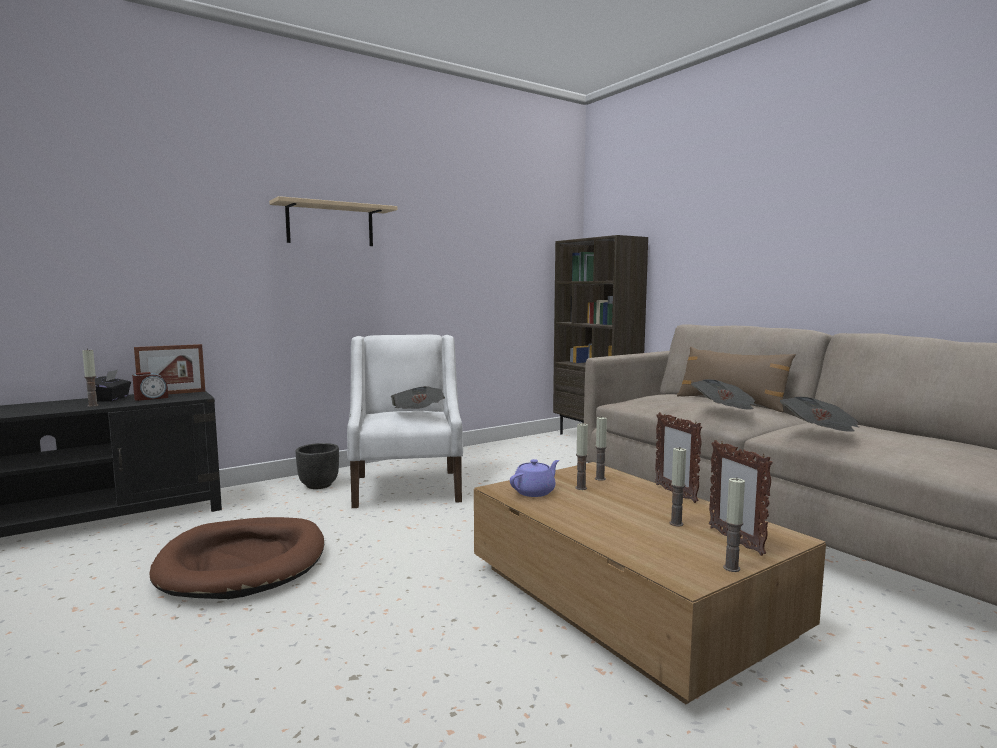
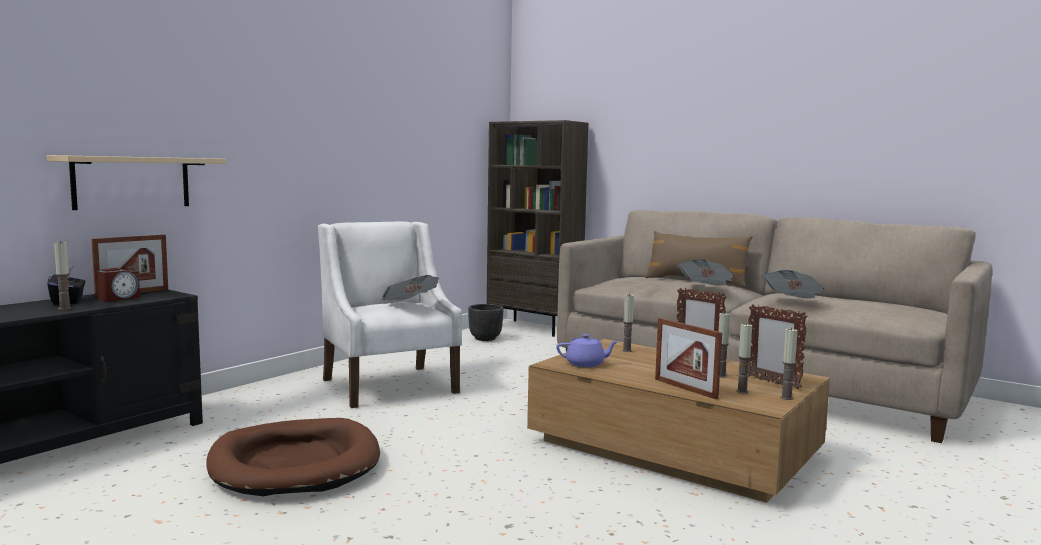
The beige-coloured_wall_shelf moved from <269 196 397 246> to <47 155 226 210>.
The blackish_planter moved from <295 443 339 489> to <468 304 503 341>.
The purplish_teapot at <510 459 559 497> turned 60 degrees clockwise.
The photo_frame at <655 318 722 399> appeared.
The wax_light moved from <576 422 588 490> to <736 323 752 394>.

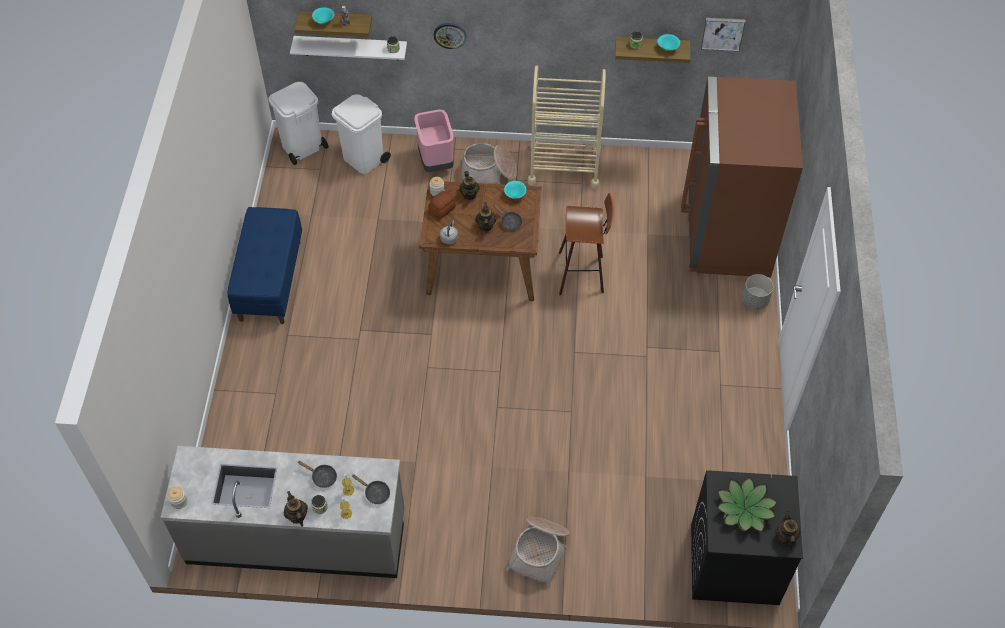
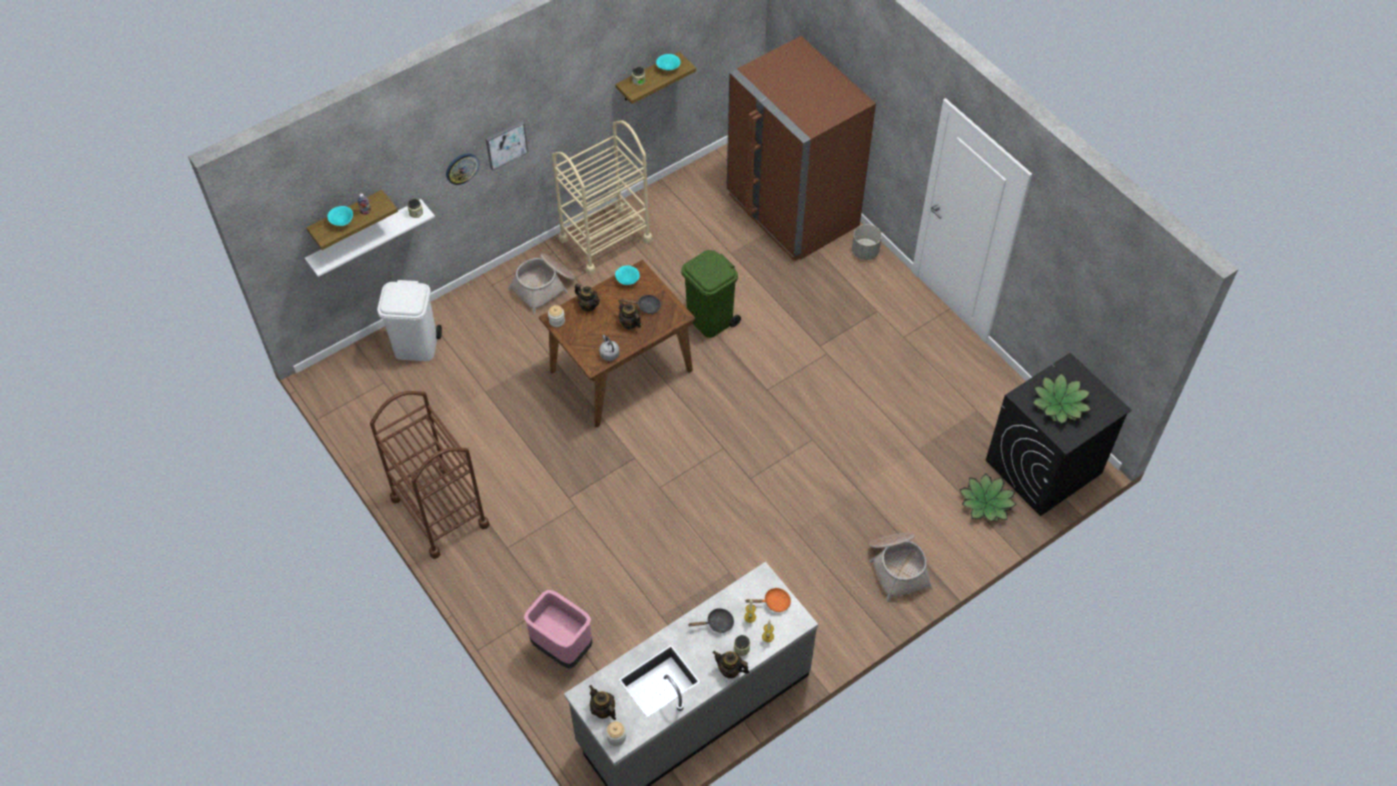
The blue_indoor_bench at <227 207 302 324> was replaced by the brown-coloured_trolley at <370 391 490 559>.
The picture moved from <701 18 746 51> to <486 121 528 171>.
The pink_trash_can moved from <414 109 454 172> to <524 590 592 669>.
The teapot moved from <775 511 801 550> to <589 685 616 720>.
The stool at <559 193 614 296> was replaced by the greenish_trash_can at <681 250 741 338>.
The blackish_pan at <352 475 390 504> became the orange_pan at <746 588 791 612>.
The houseplant at <959 474 1017 522> appeared.
The white_trash_can at <268 82 328 165> disappeared.
The baked_bread at <429 191 456 219> disappeared.

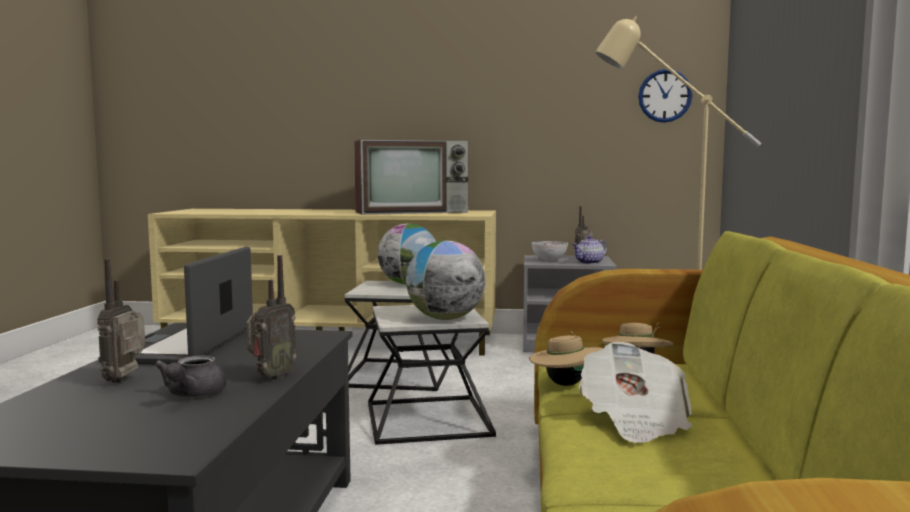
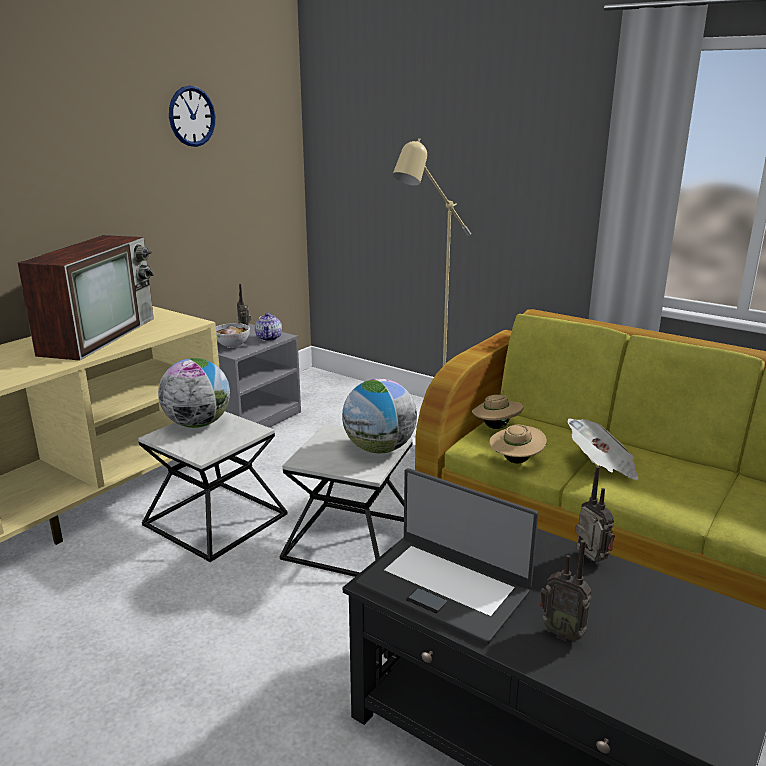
The clock_on_the_wall moved from <638 69 693 123> to <169 86 215 147>.
The grey_teapot at <154 355 226 397> disappeared.

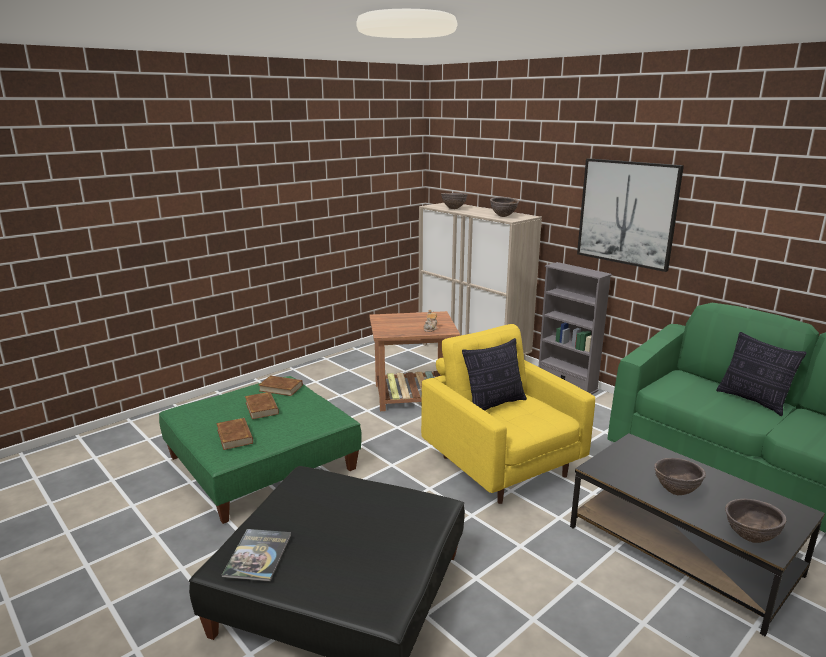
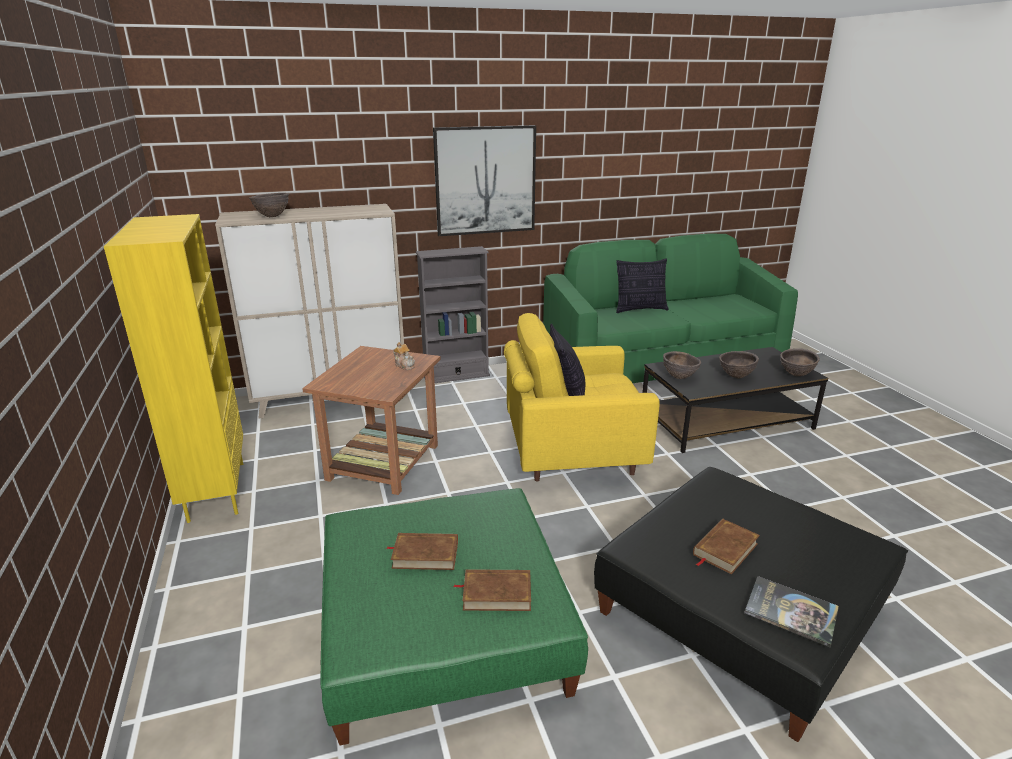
The yellow_bookcase at <104 214 243 523> appeared.
The brown-coloured_deep_dish moved from <490 197 519 217> to <663 351 701 379>.
The brown-coloured_book moved from <259 375 303 396> to <693 519 760 575>.

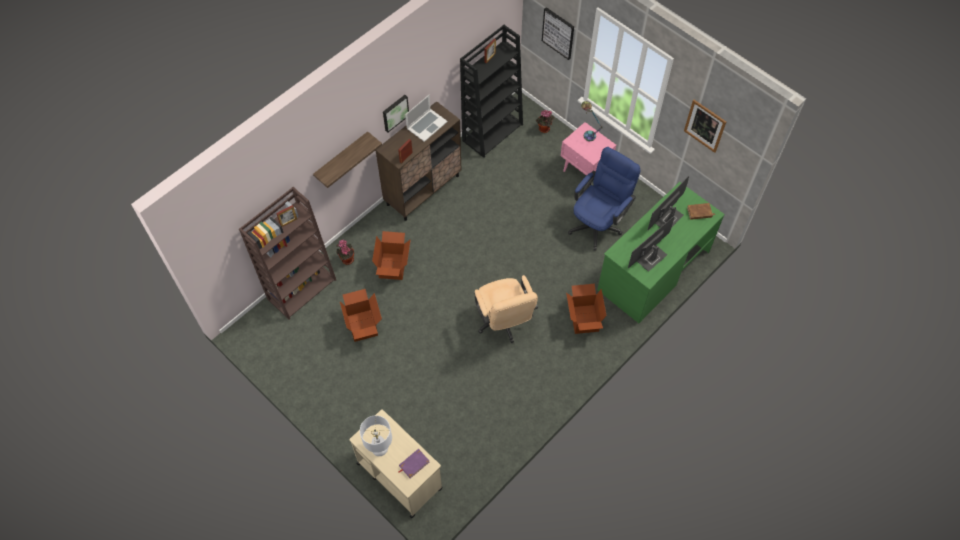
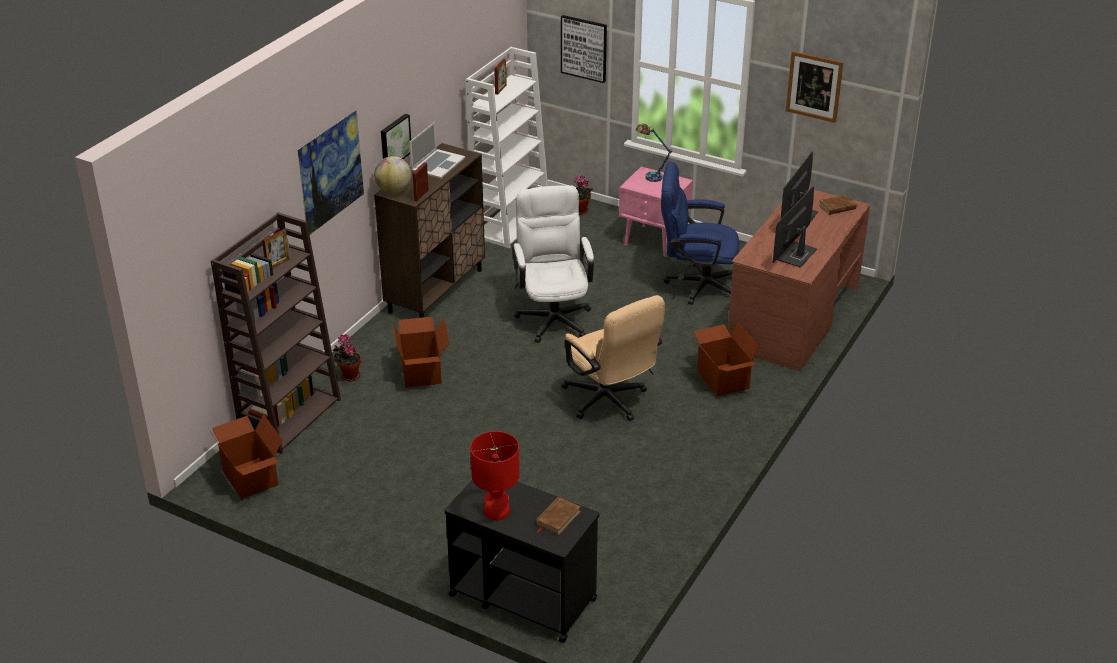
The packing_box moved from <340 289 382 342> to <211 414 283 499>.
The wall_shelf at <313 131 382 188> was replaced by the picture at <297 110 364 235>.
The world_globe at <374 156 412 194> appeared.
The beige-coloured_trolley at <349 409 443 519> became the blackish_trolley at <445 480 600 643>.
The blackish_bookcase at <460 25 523 158> became the white_bookcase at <466 47 548 249>.
The white_tabletop_lamp at <360 416 392 456> became the red_tabletop_lamp at <470 431 520 520>.
The white_desk_chair at <512 185 594 343> appeared.
The purplish_book at <399 449 429 478> became the brown-coloured_book at <535 497 581 535>.
The blue_desk_chair at <568 147 640 250> turned 105 degrees counterclockwise.
The greenish_desk_table at <597 182 725 323> became the brown-coloured_desk_table at <728 189 870 371>.

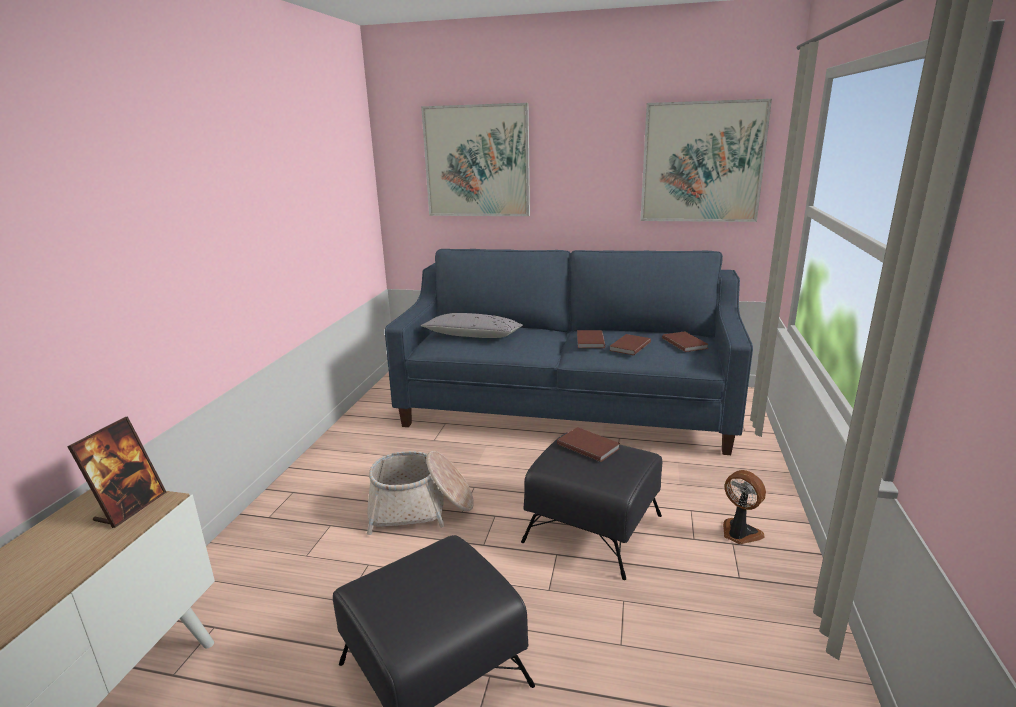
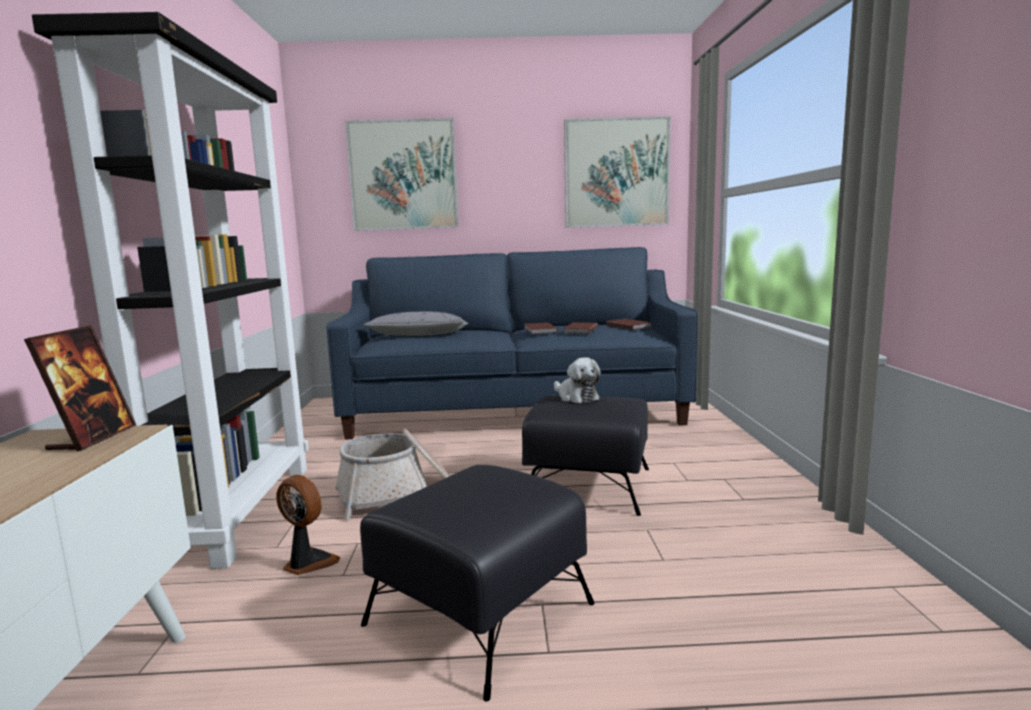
The blackish_bookcase at <32 12 309 569> appeared.
The electric_fan moved from <723 470 766 544> to <276 475 340 575>.
The brown-coloured_book at <557 427 620 462> was replaced by the cuddly_toy at <554 358 601 403>.

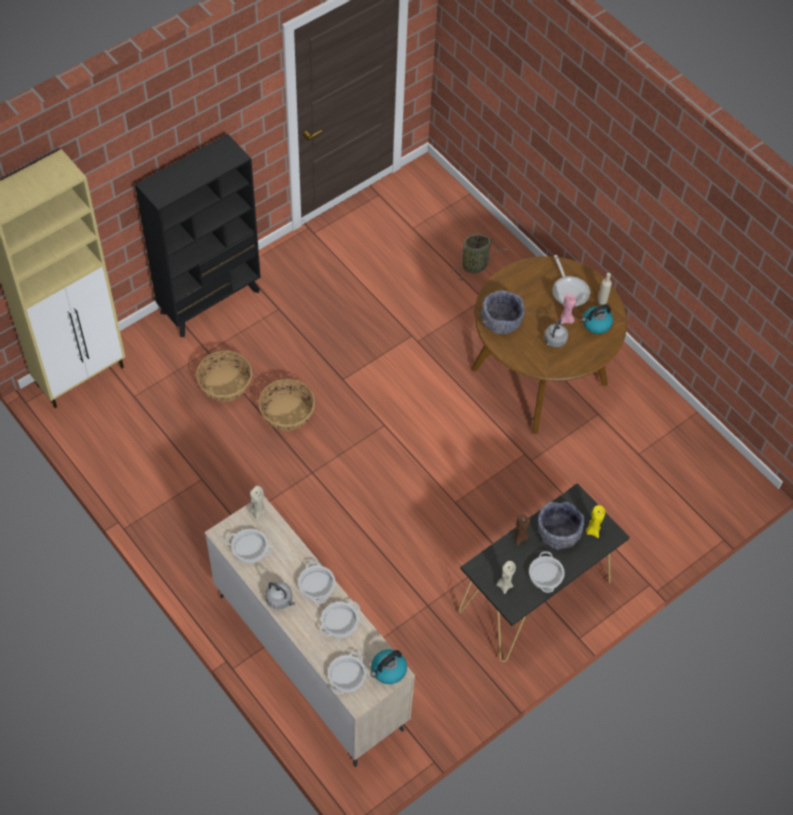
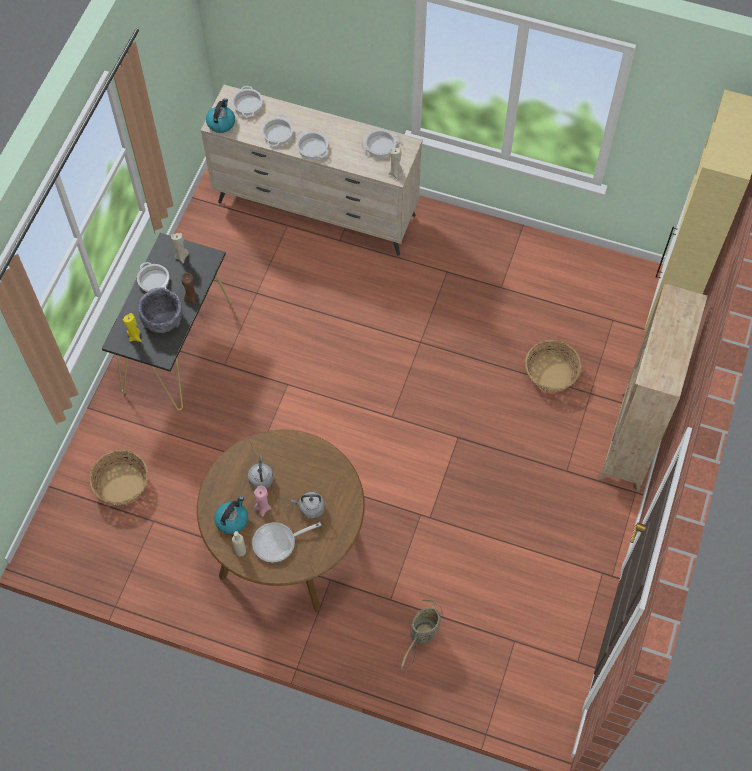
The storage_basket moved from <258 379 315 431> to <89 450 148 505>.
The pan at <553 255 590 307> turned 60 degrees counterclockwise.
The grey_kettle moved from <265 581 295 610> to <291 492 325 519>.
The blackish_bookcase at <135 134 261 337> became the beige-coloured_bookcase at <598 283 708 491>.
The grey_deep_dish at <480 290 525 335> disappeared.

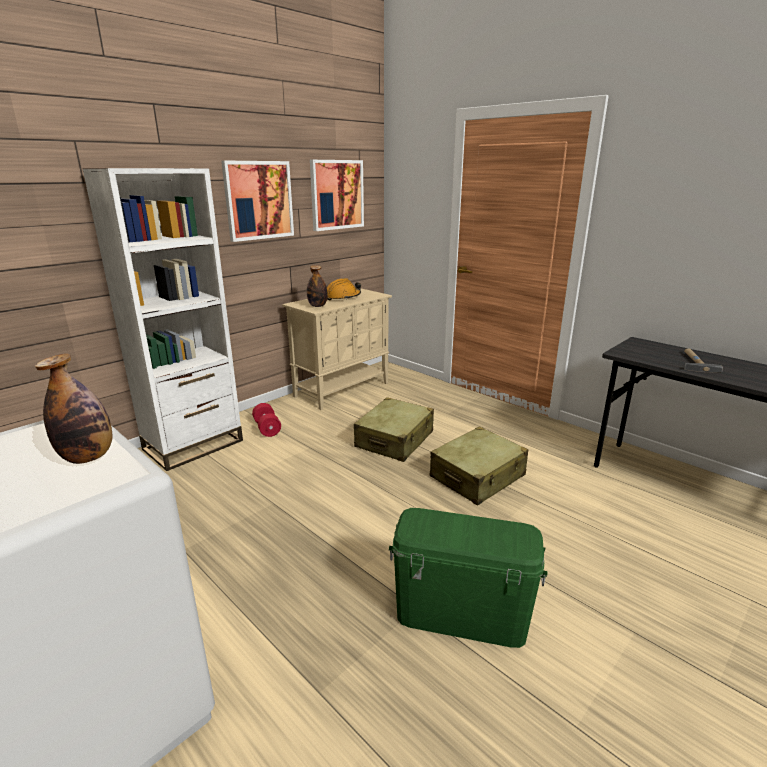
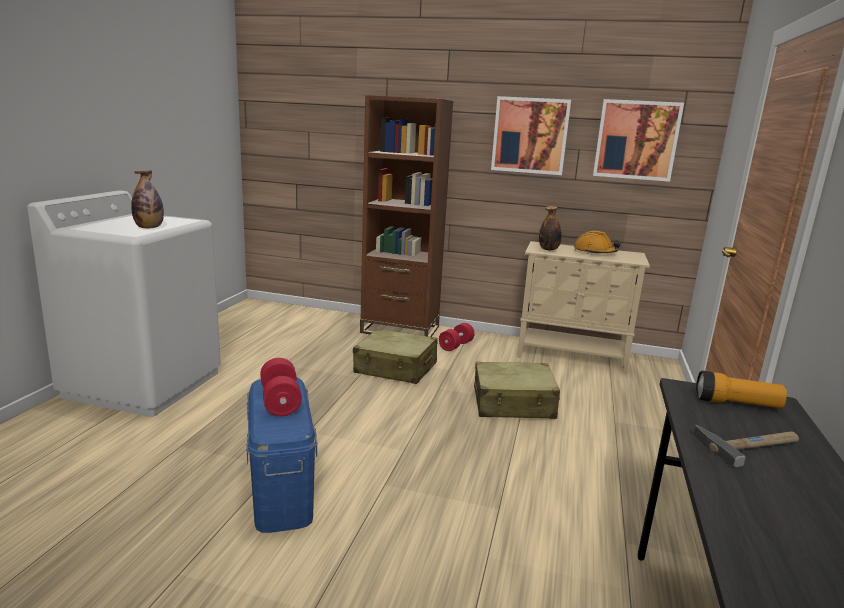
The greenish_storage_box at <389 508 547 648> became the blue_storage_box at <246 378 317 533>.
The red_hand_weight at <260 358 302 416> appeared.
The beige-coloured_travel_case moved from <430 427 528 505> to <353 329 438 384>.
The white_bookcase at <82 168 243 471> became the brown-coloured_bookcase at <360 95 453 337>.
The torch at <696 371 787 408> appeared.

